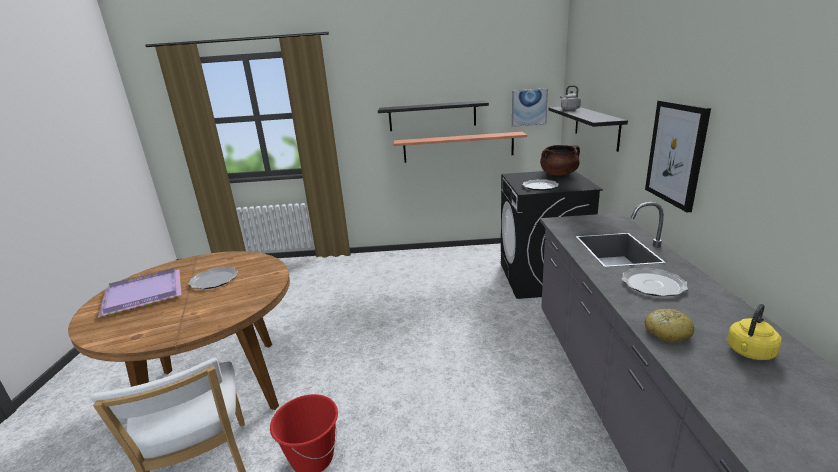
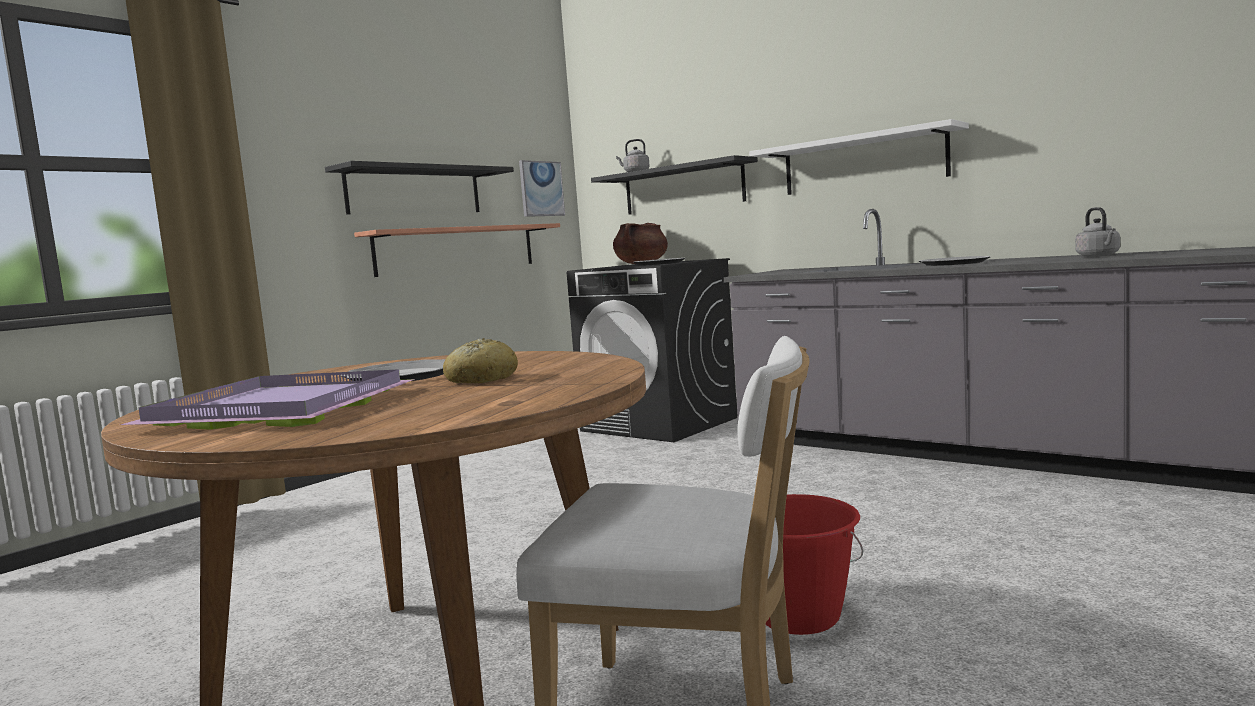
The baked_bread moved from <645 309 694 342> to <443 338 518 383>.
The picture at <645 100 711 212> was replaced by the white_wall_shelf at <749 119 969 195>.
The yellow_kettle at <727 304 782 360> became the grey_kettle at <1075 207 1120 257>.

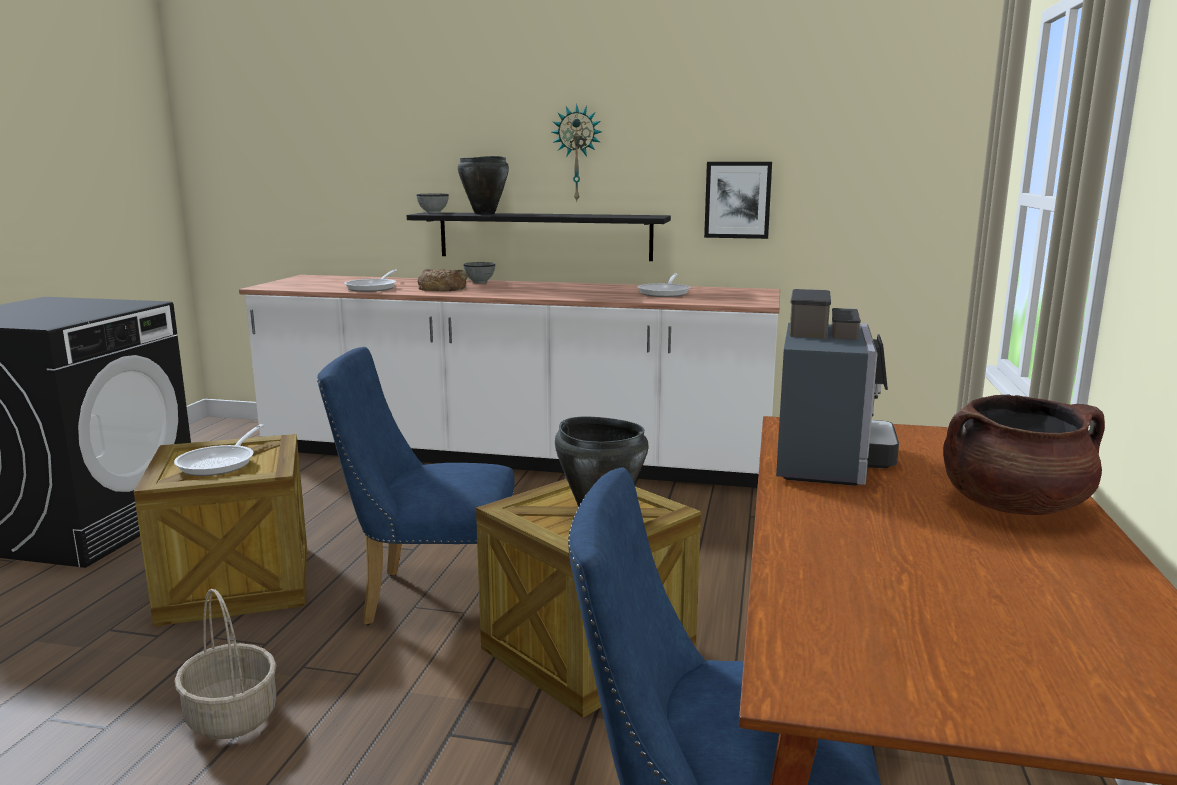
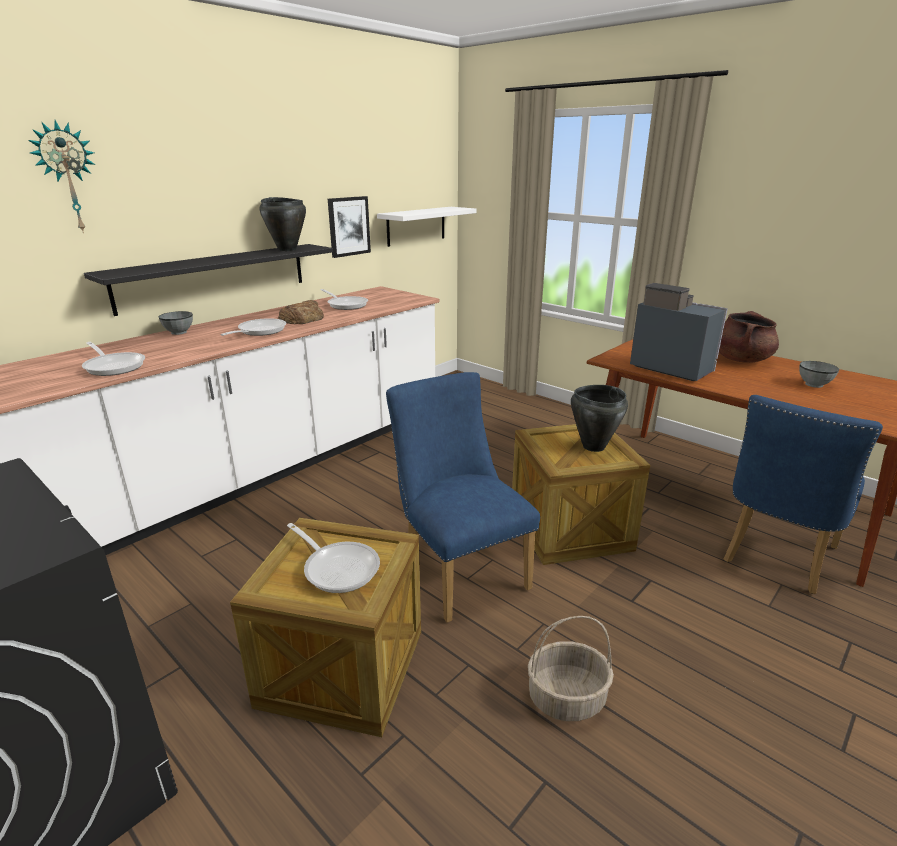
The clock_on_the_wall moved from <552 104 602 203> to <28 120 95 233>.
The pan at <220 318 286 336> appeared.
The blackish_saucepot moved from <458 156 509 215> to <259 197 306 251>.
The baked_bread moved from <418 269 468 291> to <278 300 324 324>.
The white_wall_shelf at <377 207 477 247> appeared.
The blue_upright_chair at <317 347 515 625> turned 120 degrees clockwise.
The grey_deep_dish moved from <416 194 449 213> to <799 361 839 388>.

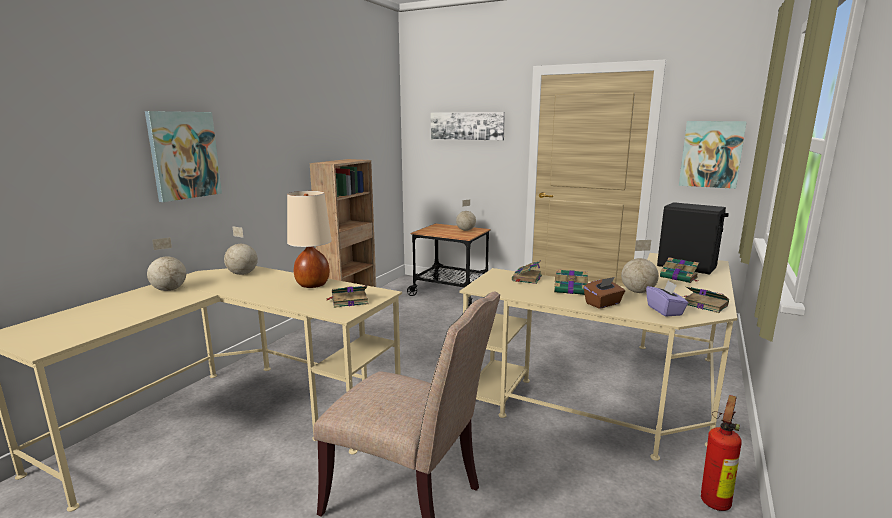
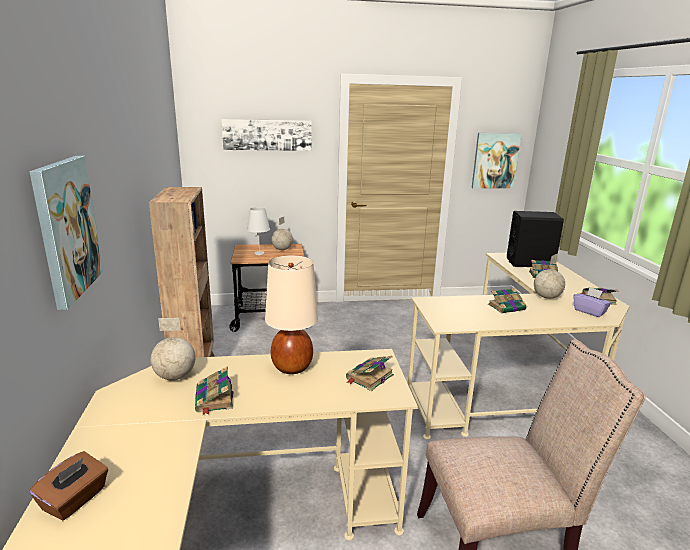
The brown-coloured_tissue_box moved from <584 277 625 309> to <30 451 108 521>.
The book moved from <512 260 542 284> to <195 367 234 415>.
The white_tabletop_lamp at <247 207 270 255> appeared.
The world_globe at <147 237 186 291> disappeared.
The extinguisher at <701 395 742 511> disappeared.

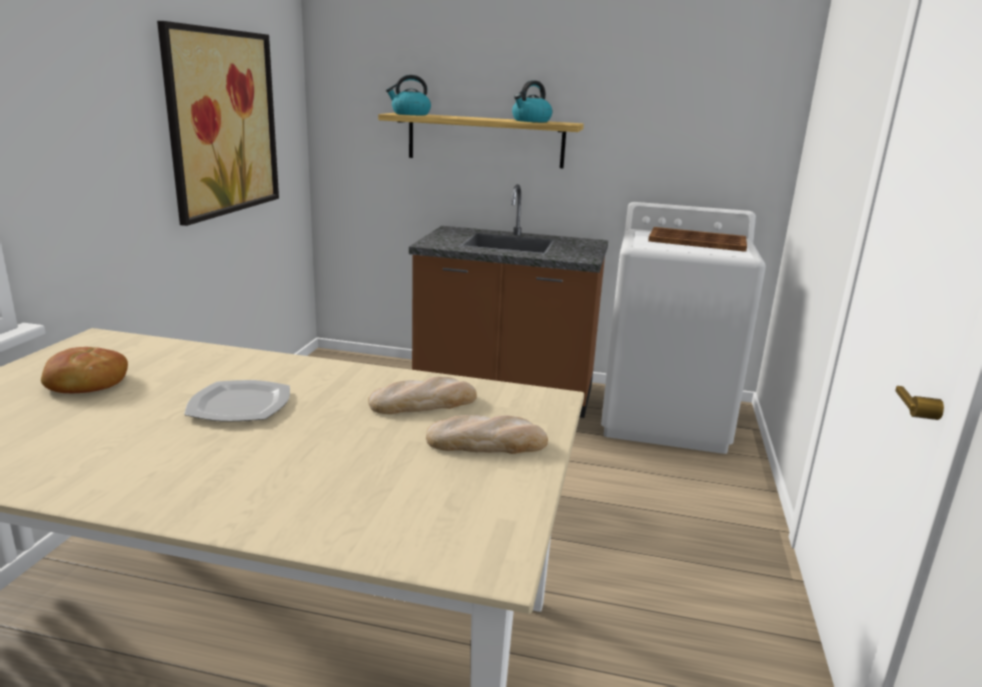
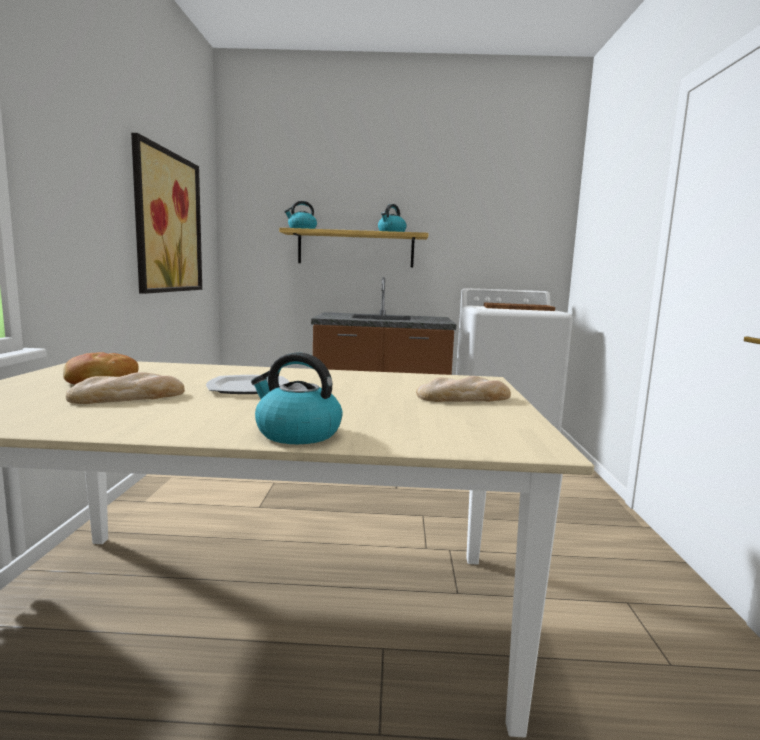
The baked_bread moved from <368 377 477 414> to <66 372 185 404>.
The kettle at <251 353 343 444> appeared.

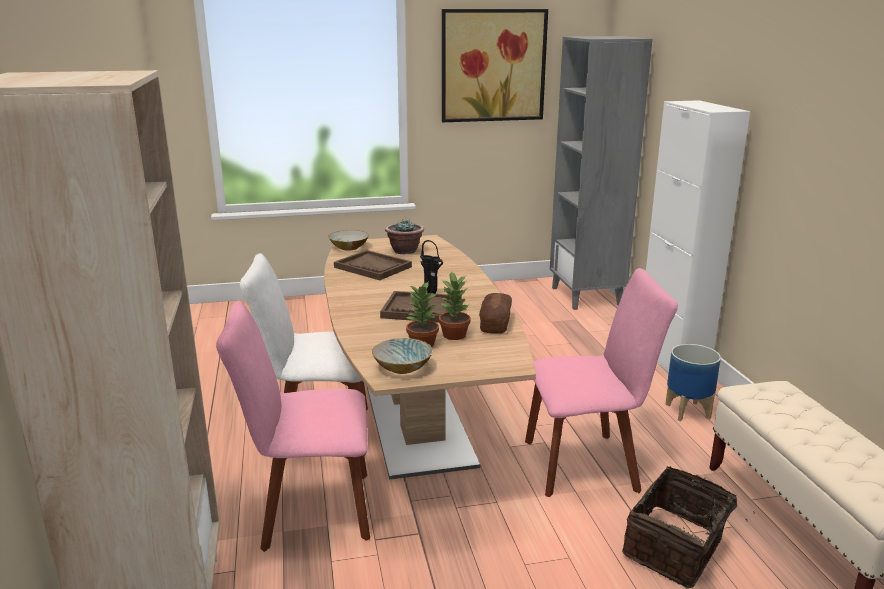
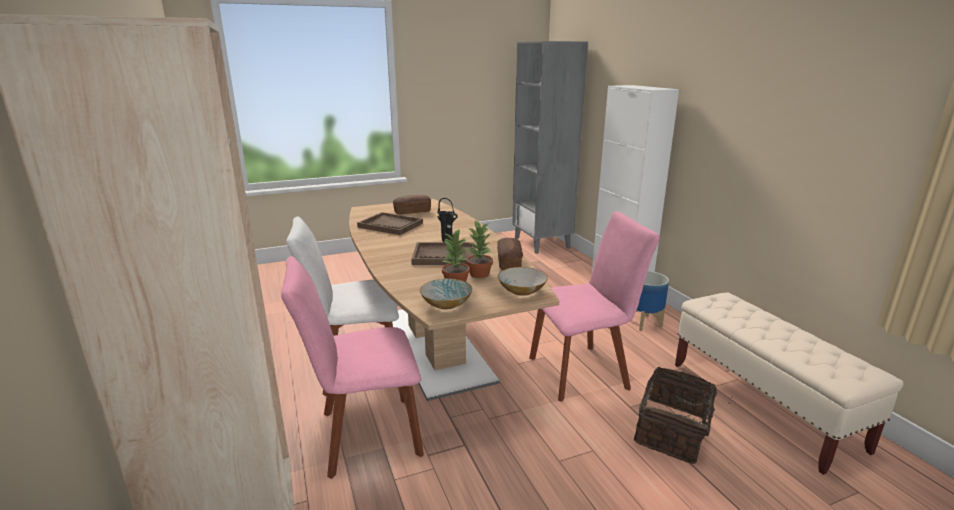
The houseplant at <385 220 424 254> was replaced by the baked_bread at <393 195 431 214>.
The deep_dish moved from <328 230 369 251> to <498 267 548 296>.
The picture at <442 9 548 122> disappeared.

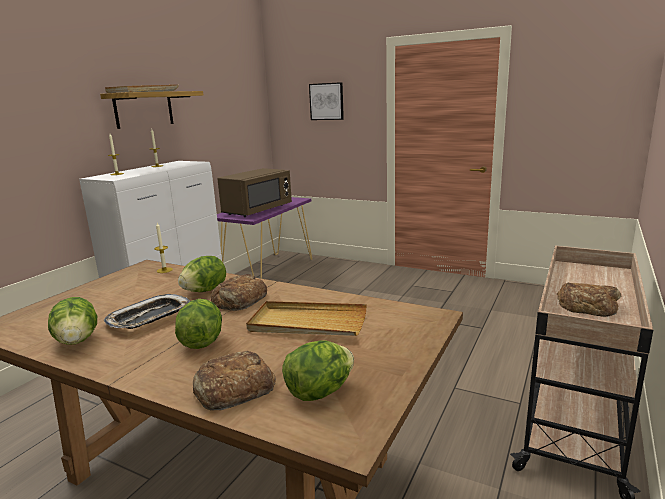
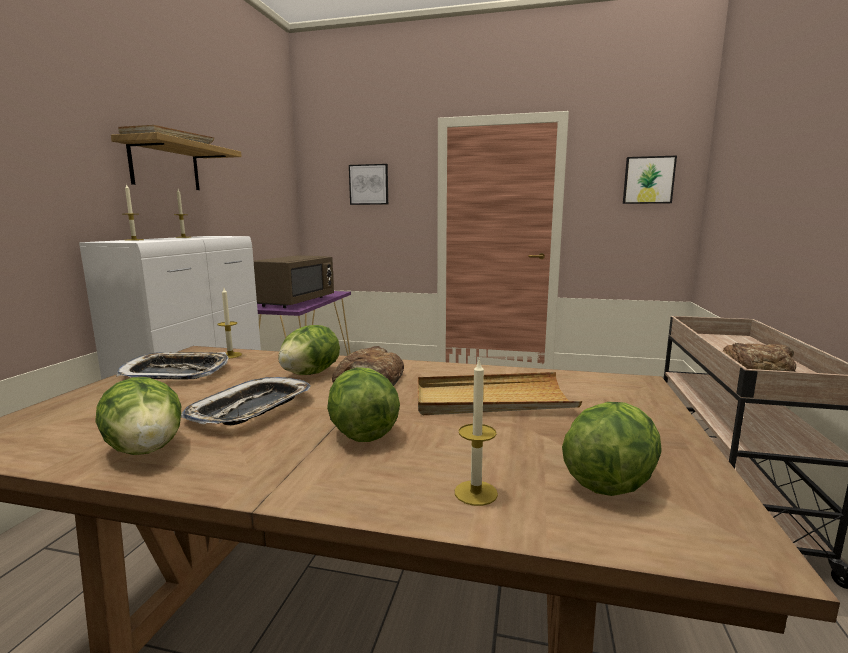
The tray at <116 352 229 380> appeared.
The baked_bread at <193 351 276 410> was replaced by the wax_light at <455 358 498 506>.
The picture at <623 156 677 204> appeared.

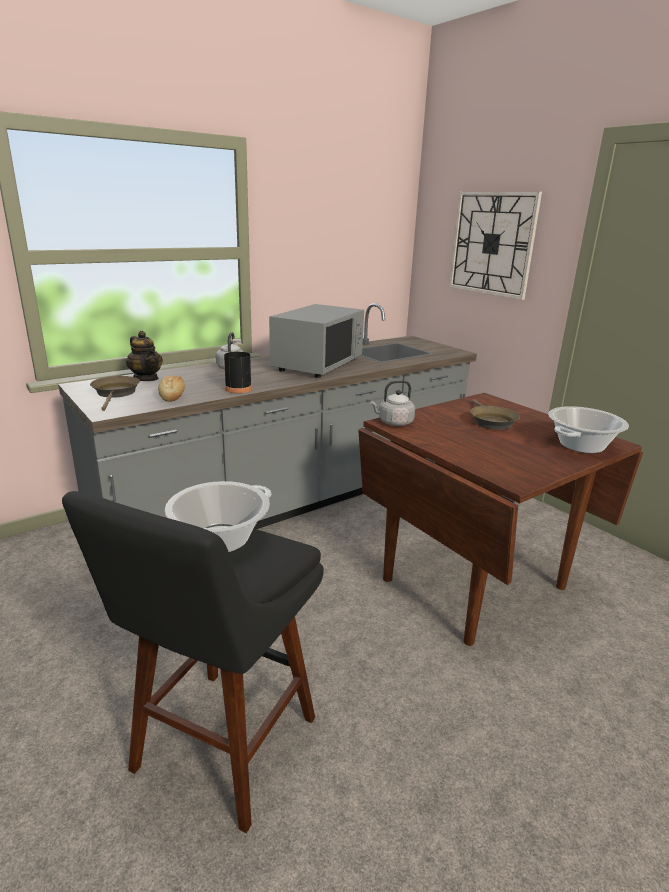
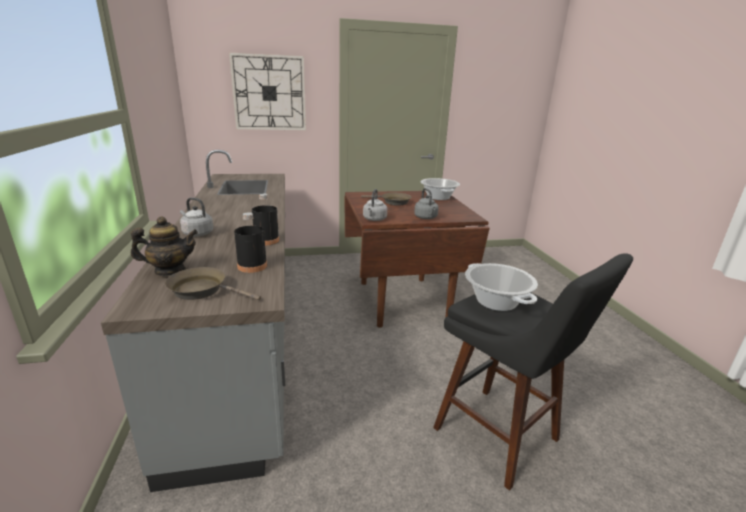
The baked_bread at <158 375 185 402> was replaced by the blackish_beverage_bottle at <234 212 267 273>.
The grey_kettle at <414 188 439 219> appeared.
The grey_kitchen_microwave at <269 304 364 378> disappeared.

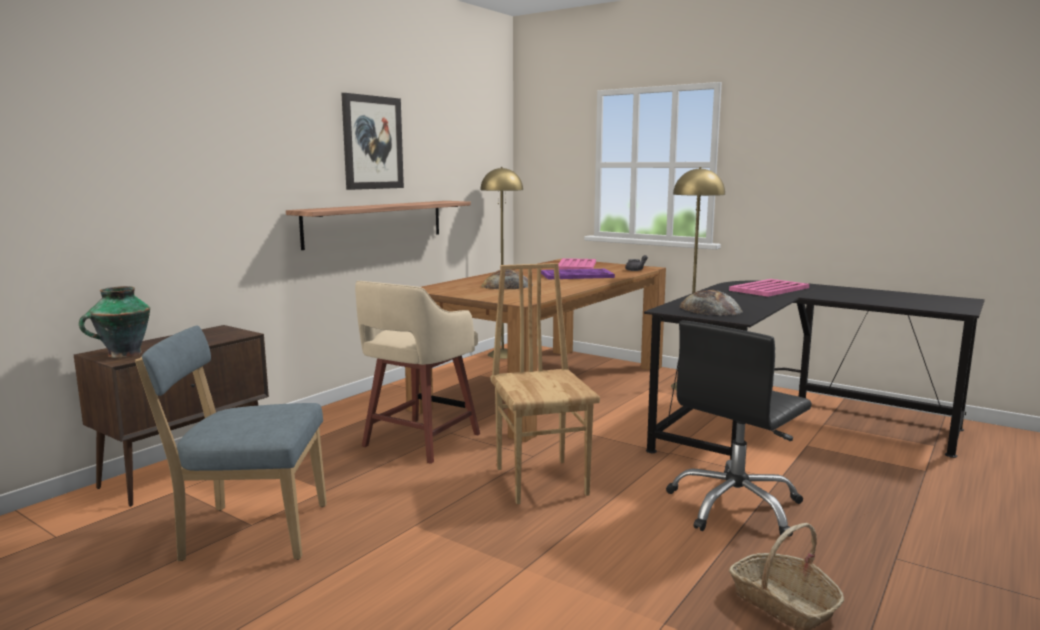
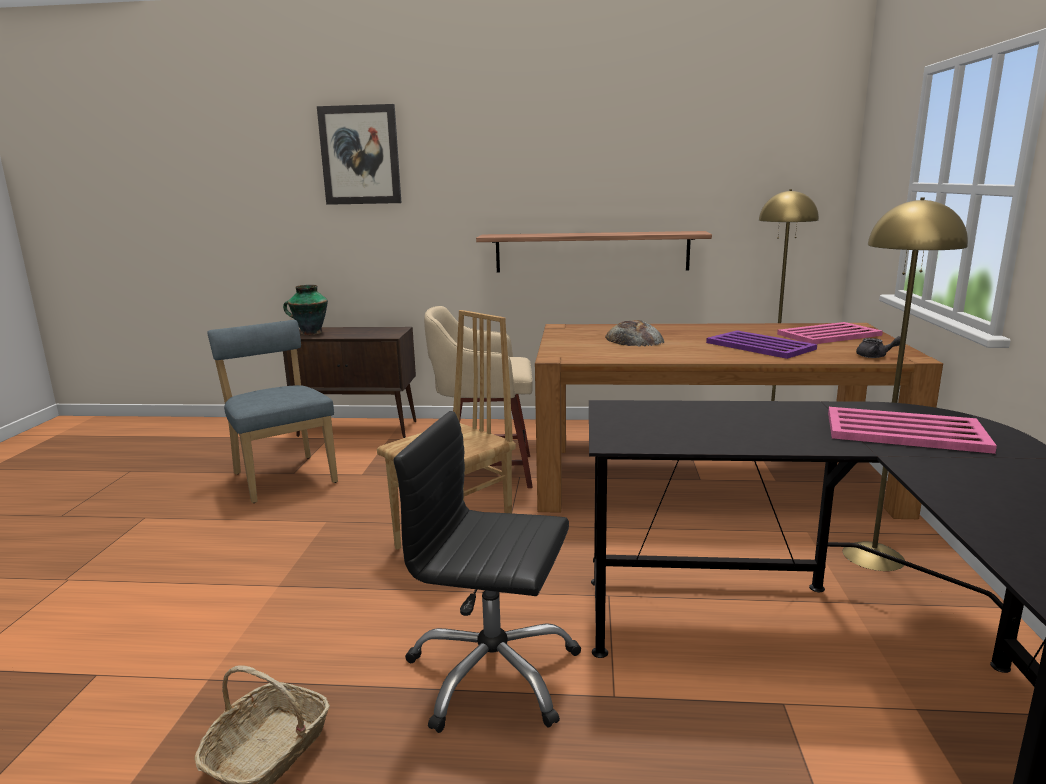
The picture moved from <342 93 404 190> to <317 104 401 205>.
The baked_bread at <679 290 743 316> disappeared.

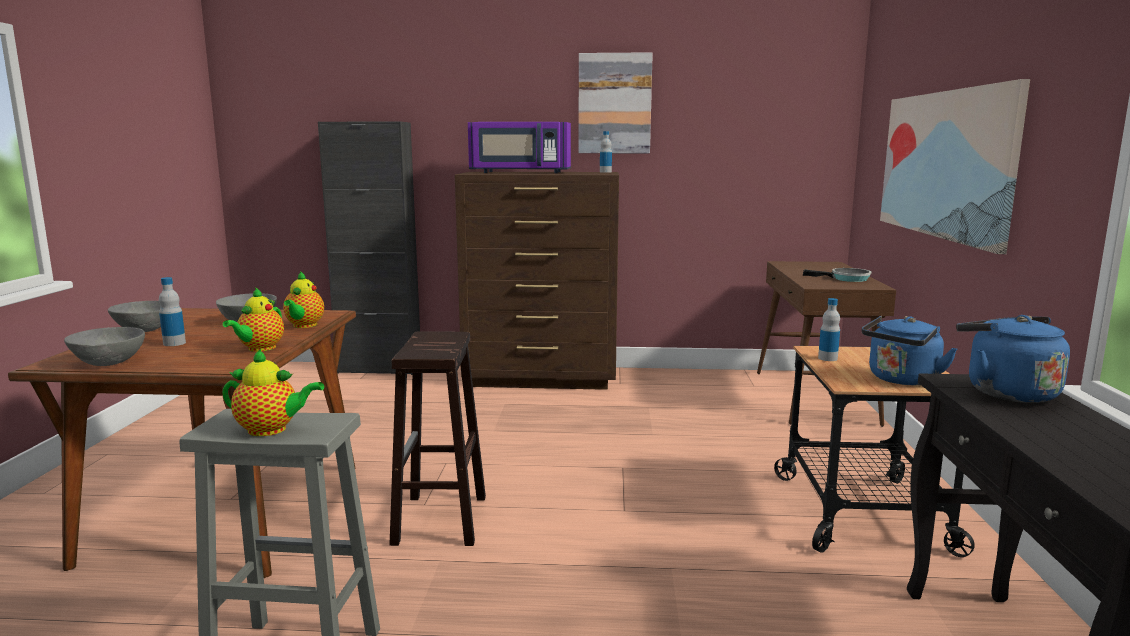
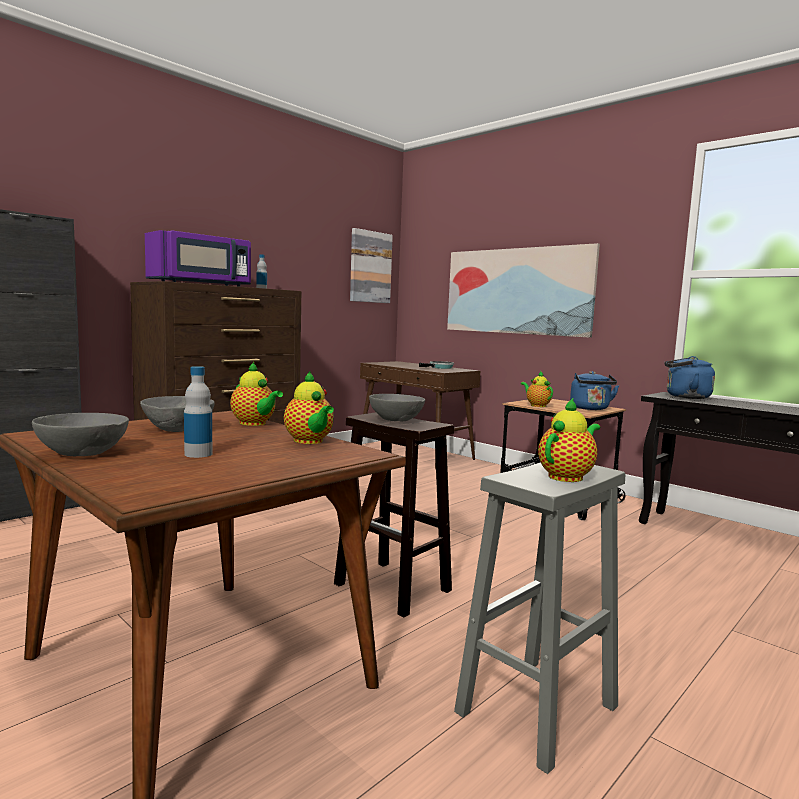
The picture moved from <578 52 653 153> to <350 228 393 303>.
The grey_deep_dish moved from <64 327 145 366> to <369 394 425 421>.
The beverage_bottle at <818 298 840 361> was replaced by the teapot at <521 371 553 407>.

